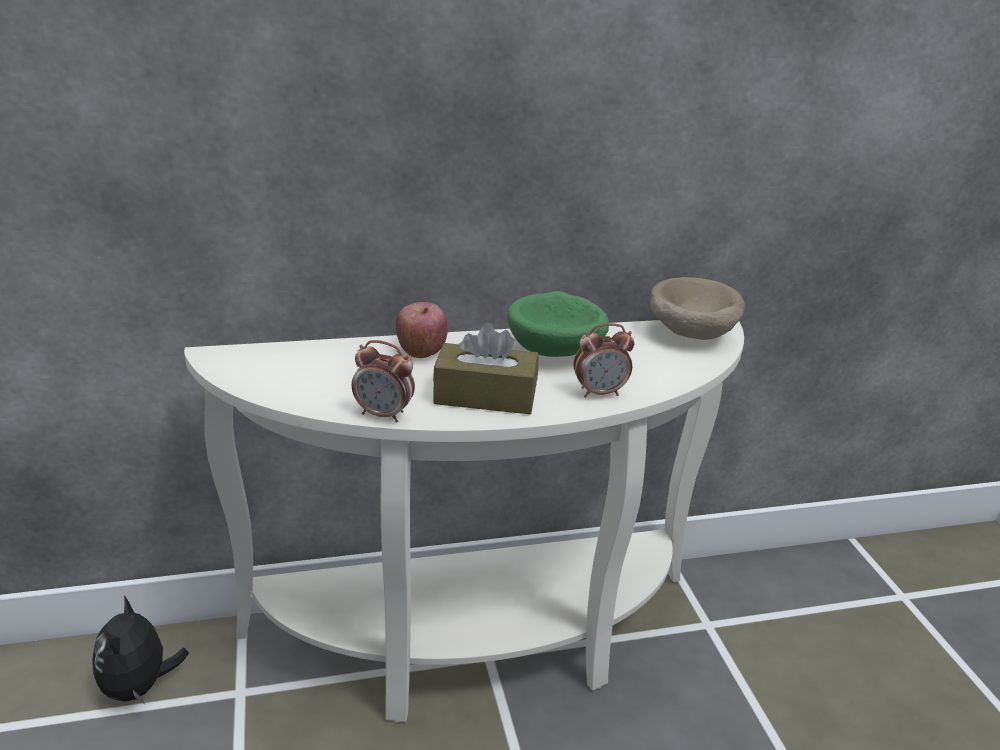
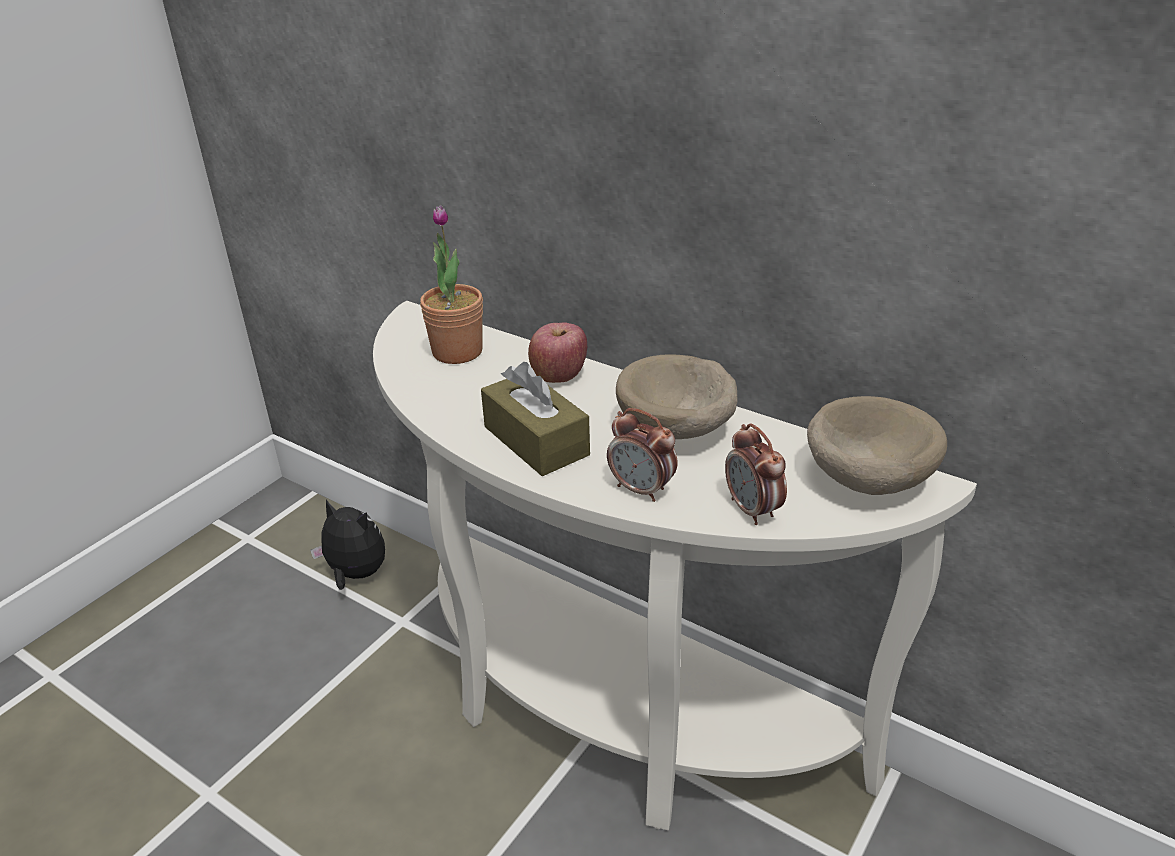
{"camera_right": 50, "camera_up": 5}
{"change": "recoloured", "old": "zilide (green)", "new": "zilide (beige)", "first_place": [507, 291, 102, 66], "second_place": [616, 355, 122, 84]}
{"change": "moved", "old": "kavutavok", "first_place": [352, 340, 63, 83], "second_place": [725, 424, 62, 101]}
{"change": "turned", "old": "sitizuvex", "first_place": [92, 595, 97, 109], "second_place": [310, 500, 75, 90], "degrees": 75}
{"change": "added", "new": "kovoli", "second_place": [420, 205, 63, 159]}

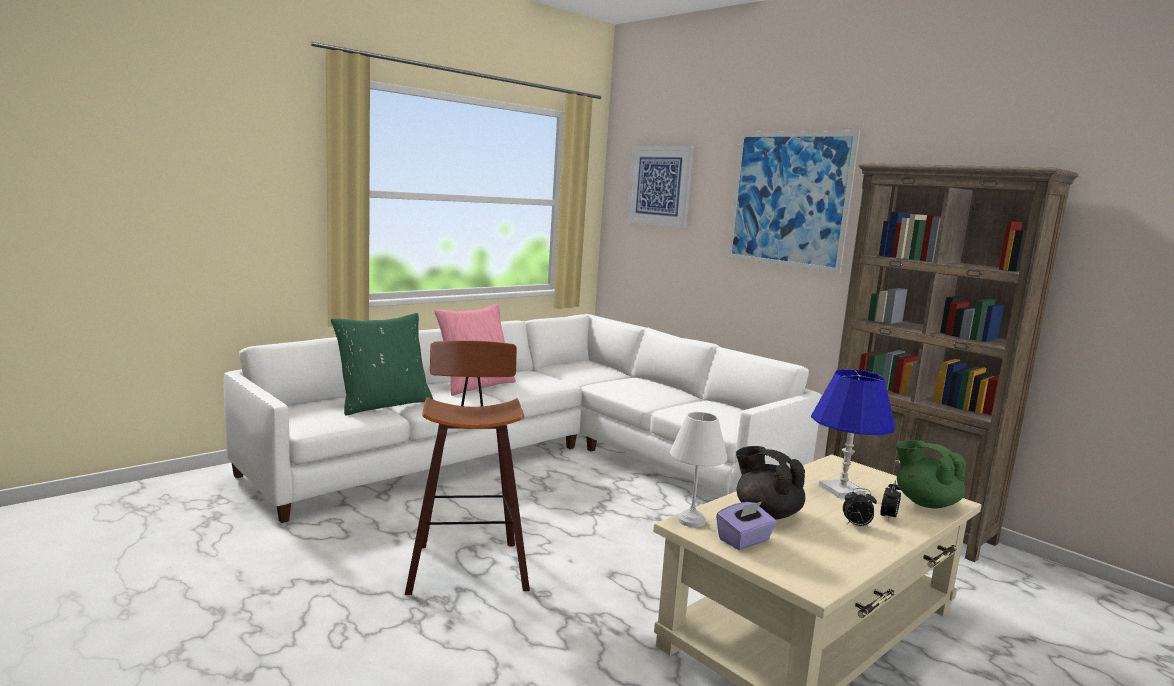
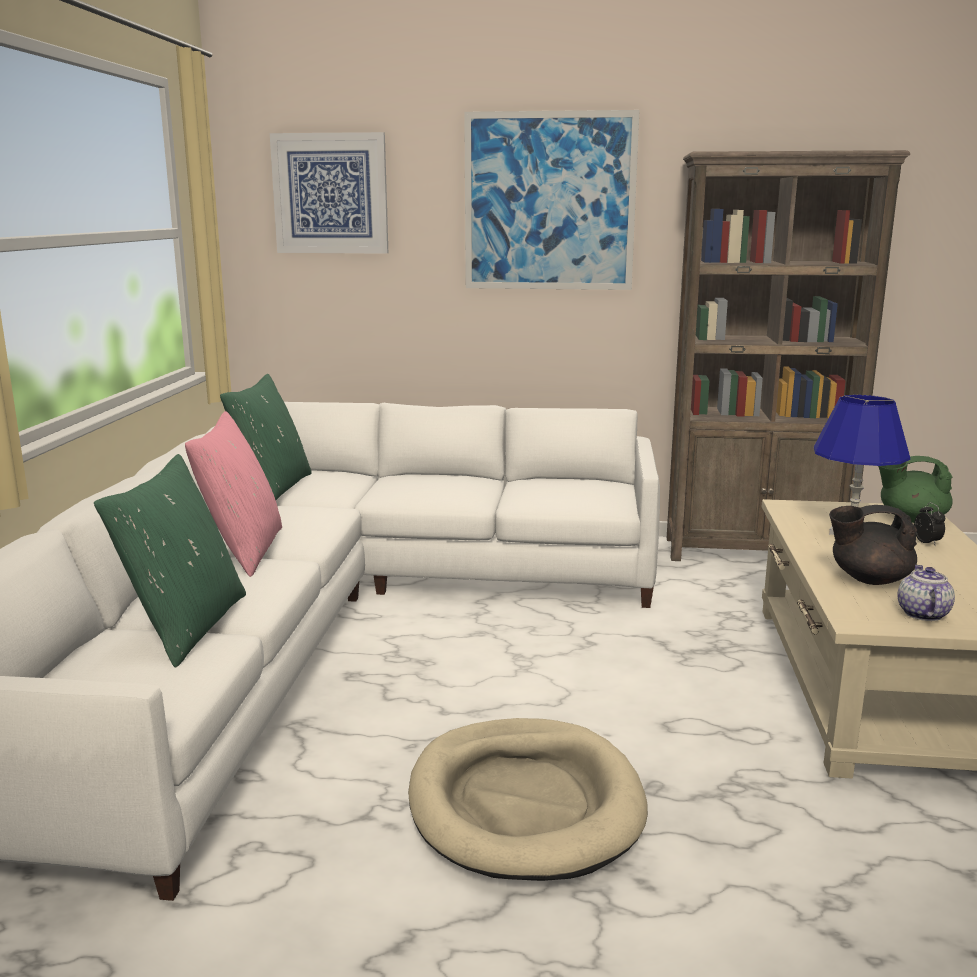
{"camera_right": -40, "camera_up": 5}
{"change": "replaced", "old": "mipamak", "new": "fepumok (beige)", "first_place": [405, 340, 125, 255], "second_place": [408, 718, 240, 163]}
{"change": "removed", "old": "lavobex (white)", "first_place": [670, 412, 57, 115]}
{"change": "removed", "old": "kavutavok", "first_place": [843, 488, 34, 39]}
{"change": "replaced", "old": "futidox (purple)", "new": "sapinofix", "first_place": [716, 502, 61, 48], "second_place": [898, 565, 57, 56]}
{"change": "added", "new": "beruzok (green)", "second_place": [220, 374, 92, 126]}

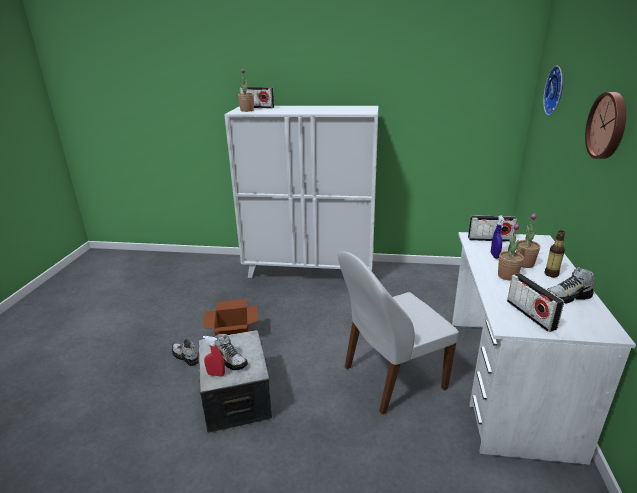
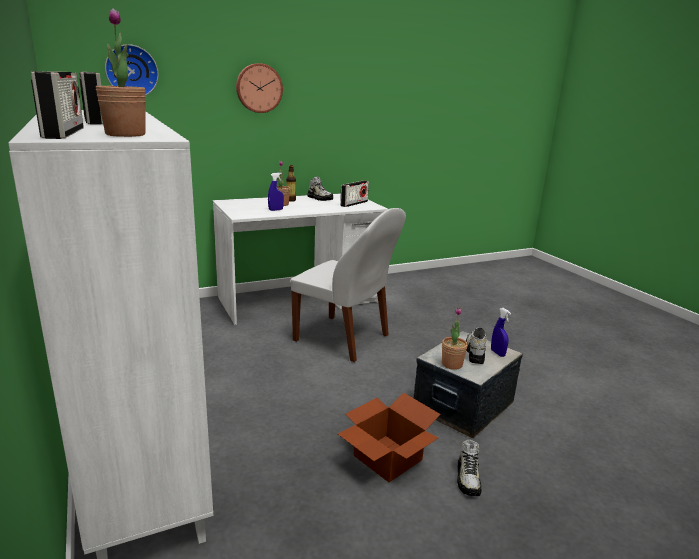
{"camera_right": -125, "camera_up": -5}
{"change": "moved", "old": "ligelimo", "first_place": [468, 215, 49, 27], "second_place": [79, 72, 24, 52]}
{"change": "moved", "old": "kovoli", "first_place": [498, 223, 26, 58], "second_place": [442, 308, 26, 62]}
{"change": "recoloured", "old": "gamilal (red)", "new": "gamilal (blue)", "first_place": [203, 336, 22, 41], "second_place": [491, 308, 20, 49]}

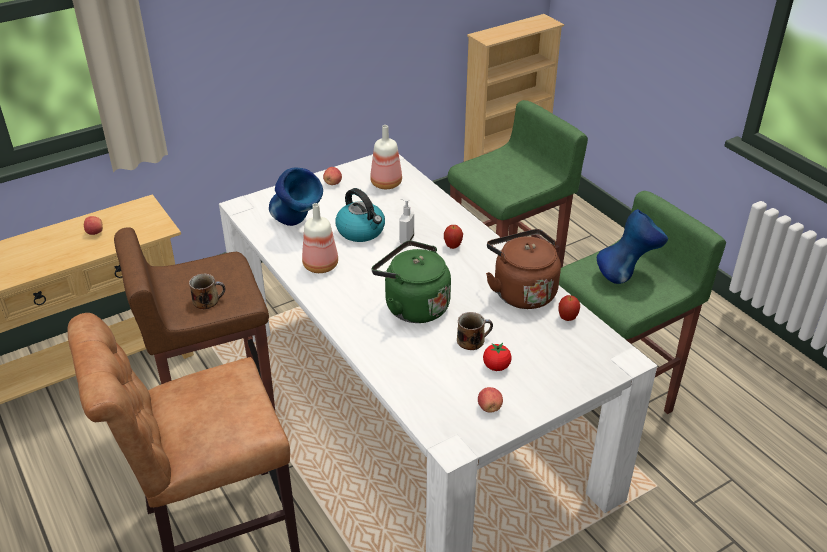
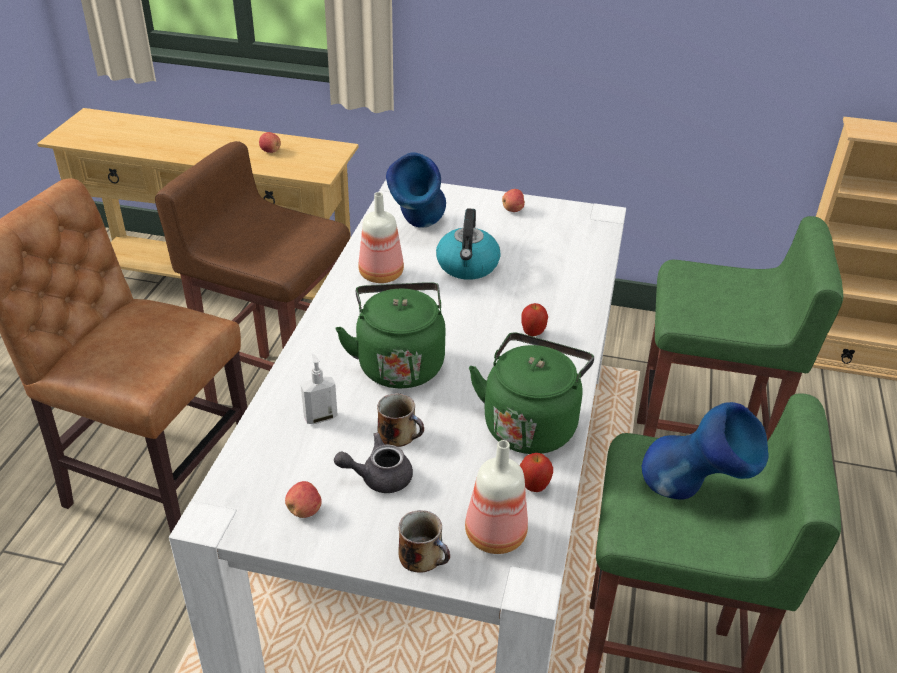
{"camera_right": 45, "camera_up": 0}
{"change": "moved", "old": "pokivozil", "first_place": [370, 125, 32, 64], "second_place": [465, 440, 63, 114]}
{"change": "moved", "old": "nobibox", "first_place": [399, 198, 15, 45], "second_place": [301, 354, 37, 70]}
{"change": "recoloured", "old": "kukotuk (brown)", "new": "kukotuk (green)", "first_place": [486, 229, 75, 80], "second_place": [469, 333, 125, 121]}
{"change": "moved", "old": "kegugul", "first_place": [189, 274, 37, 35], "second_place": [398, 510, 52, 63]}
{"change": "replaced", "old": "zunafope", "new": "sapinofix (grey)", "first_place": [483, 343, 29, 28], "second_place": [334, 433, 79, 60]}

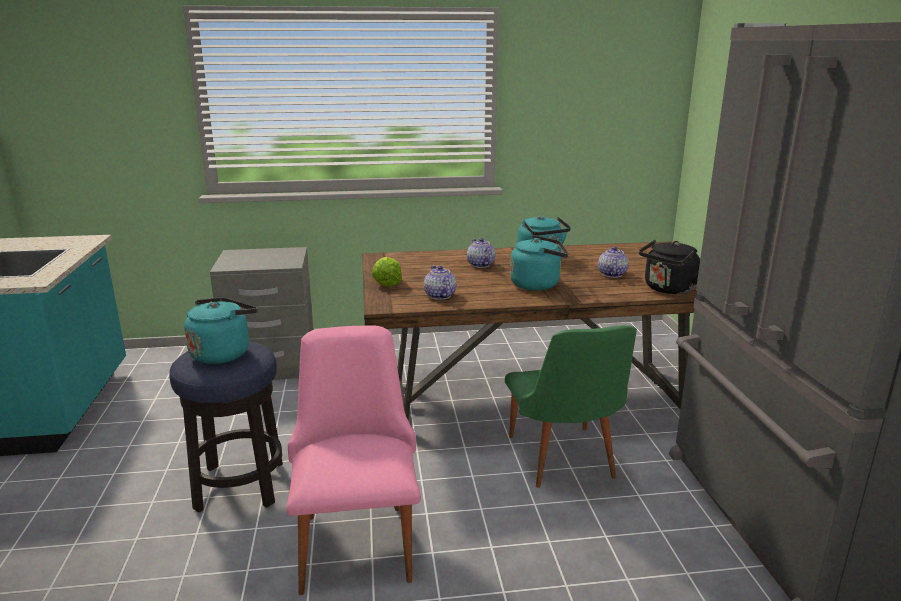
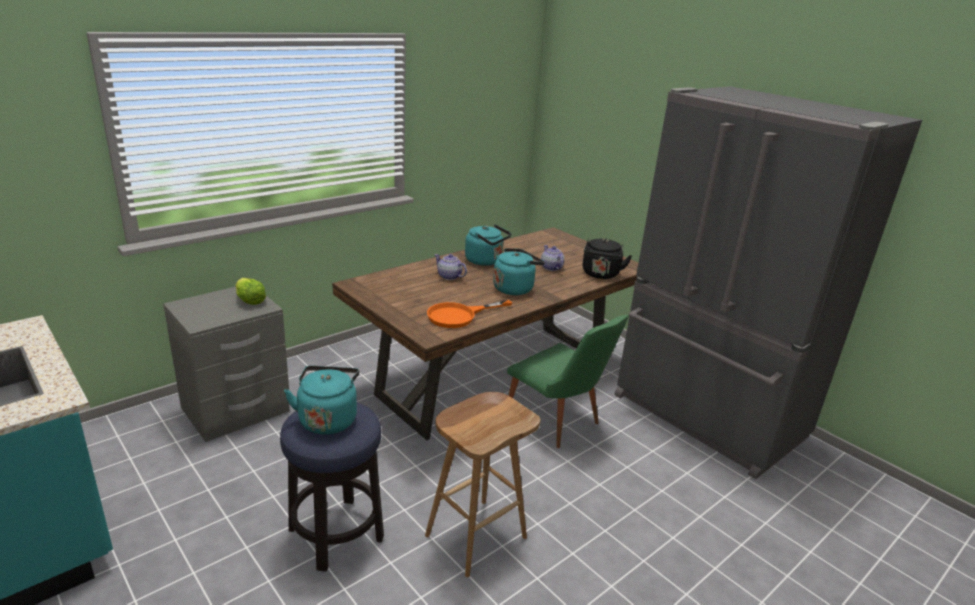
{"camera_right": -35, "camera_up": 5}
{"change": "moved", "old": "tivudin", "first_place": [371, 257, 31, 30], "second_place": [235, 278, 31, 27]}
{"change": "replaced", "old": "sapinofix", "new": "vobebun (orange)", "first_place": [424, 266, 32, 34], "second_place": [427, 300, 85, 28]}
{"change": "replaced", "old": "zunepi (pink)", "new": "mipamak (brown)", "first_place": [286, 326, 135, 269], "second_place": [425, 392, 115, 185]}

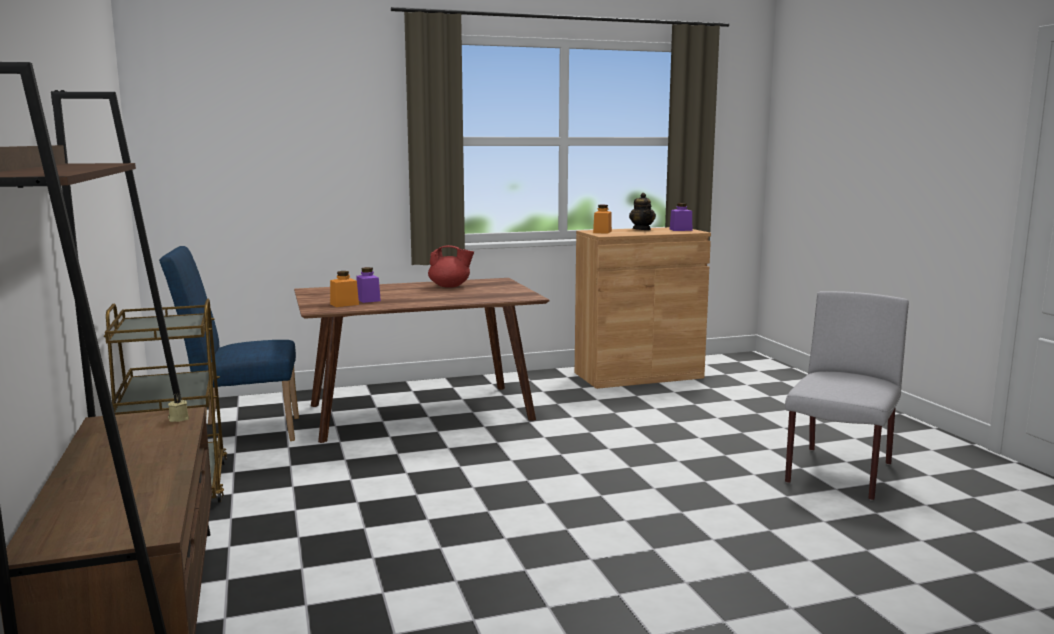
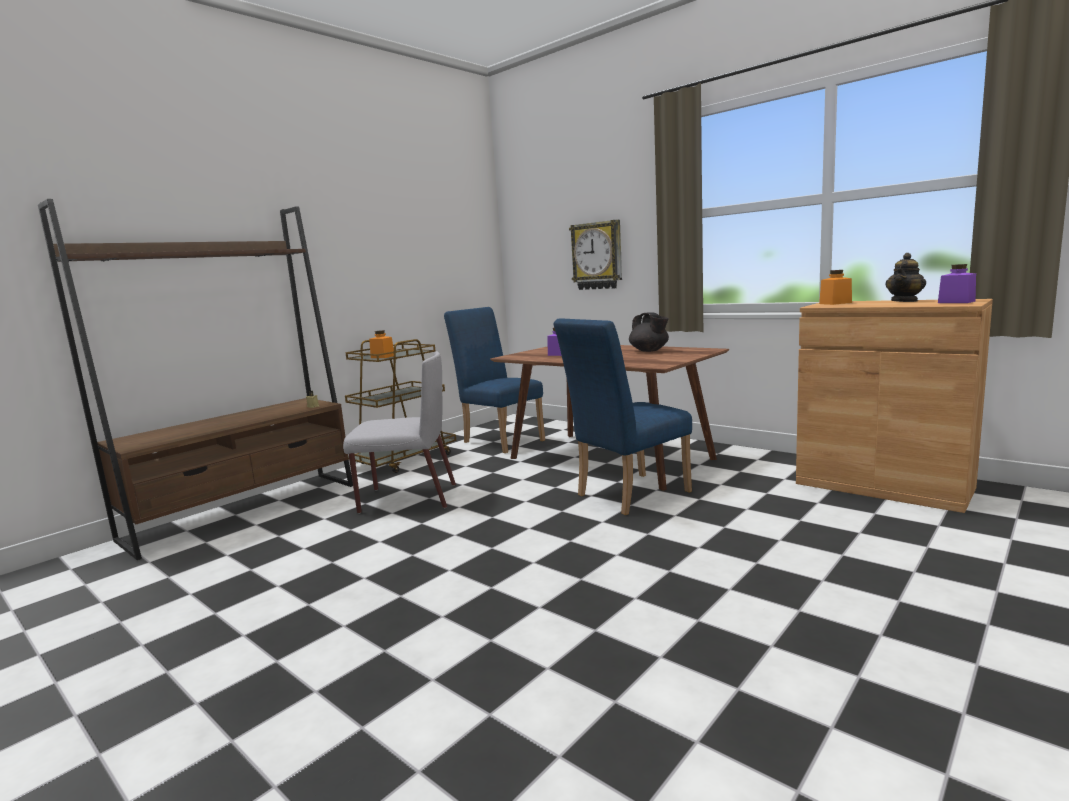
{"camera_right": 60, "camera_up": 0}
{"change": "recoloured", "old": "sapinofix (red)", "new": "sapinofix (black)", "first_place": [428, 245, 46, 42], "second_place": [629, 312, 40, 40]}
{"change": "moved", "old": "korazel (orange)", "first_place": [330, 271, 29, 36], "second_place": [369, 330, 25, 28]}
{"change": "moved", "old": "zunepi (grey)", "first_place": [785, 291, 124, 210], "second_place": [343, 351, 113, 163]}
{"change": "added", "new": "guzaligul", "second_place": [569, 220, 53, 70]}
{"change": "added", "new": "zunepi (blue)", "second_place": [554, 318, 138, 197]}

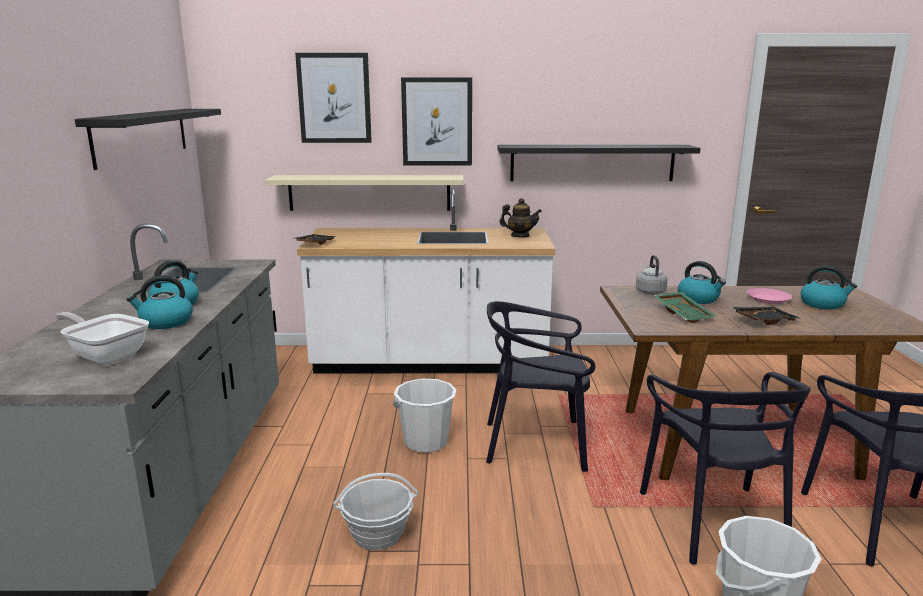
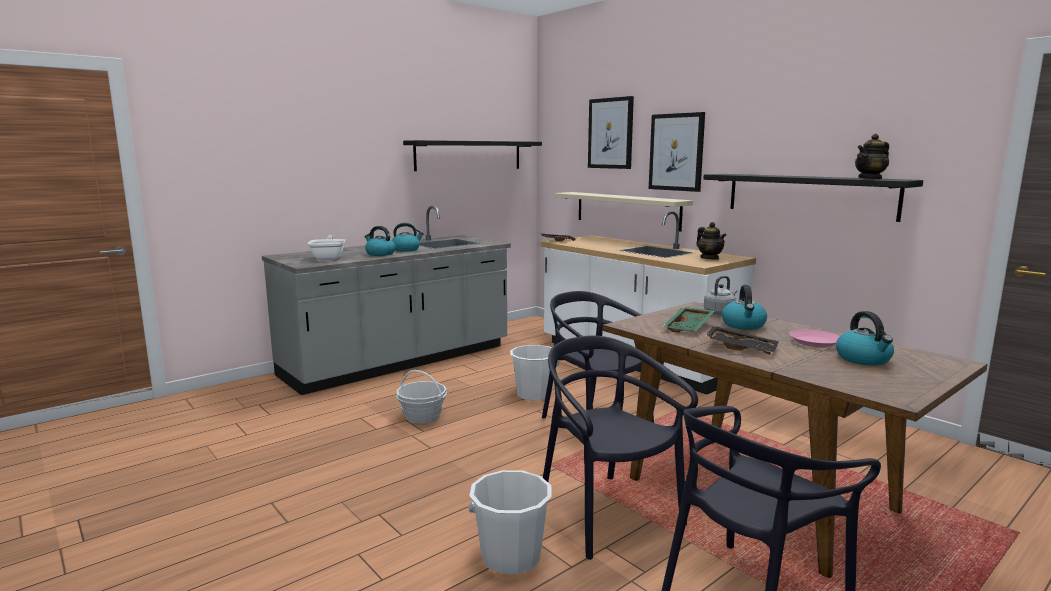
{"camera_right": 50, "camera_up": -5}
{"change": "turned", "old": "zunepi (black)", "first_place": [640, 372, 171, 193], "second_place": [543, 335, 155, 225], "degrees": 105}
{"change": "added", "new": "sapinofix", "second_place": [855, 134, 34, 45]}

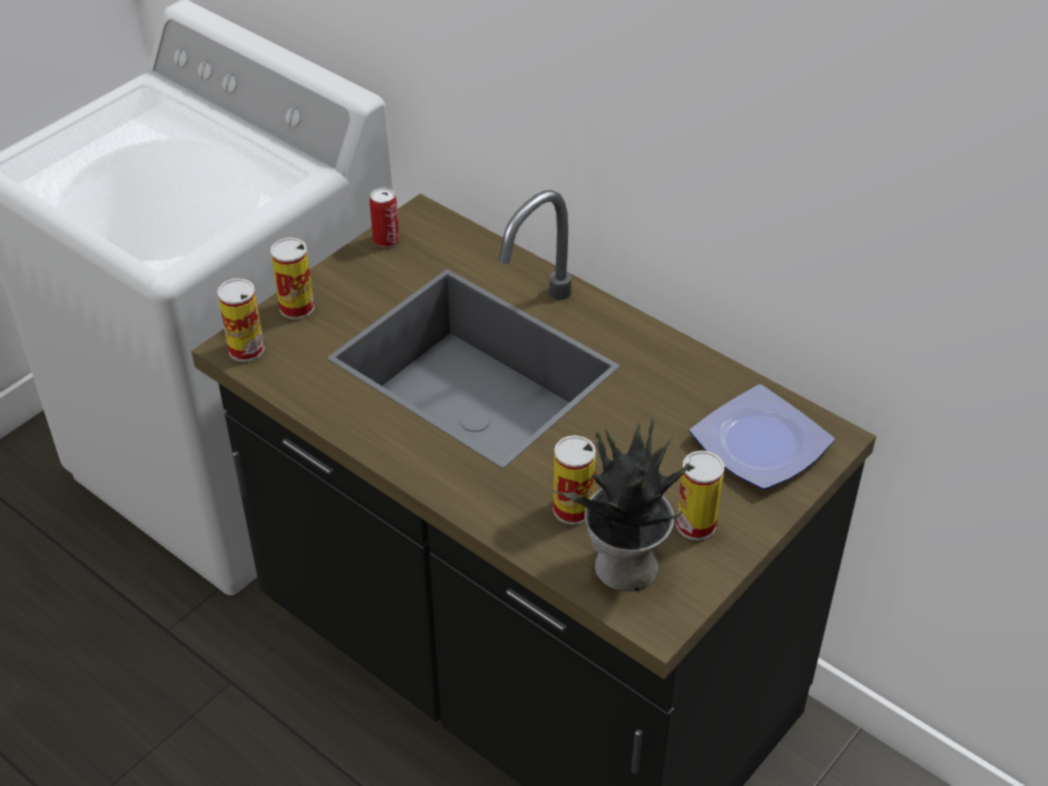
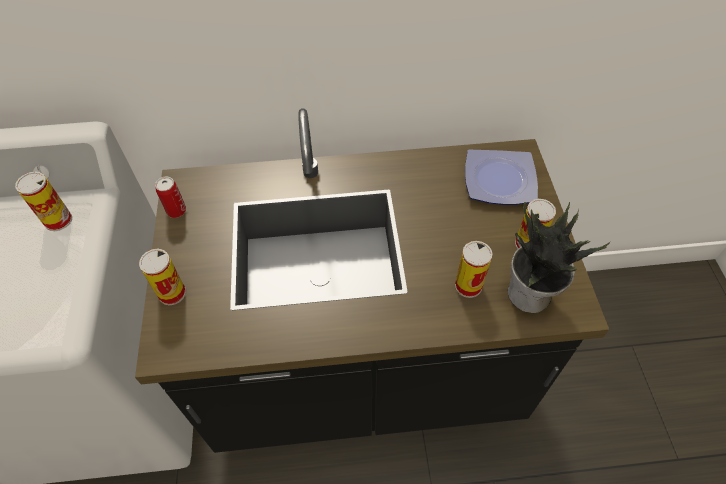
{"camera_right": -45, "camera_up": 10}
{"change": "moved", "old": "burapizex", "first_place": [217, 278, 48, 84], "second_place": [15, 171, 57, 60]}

